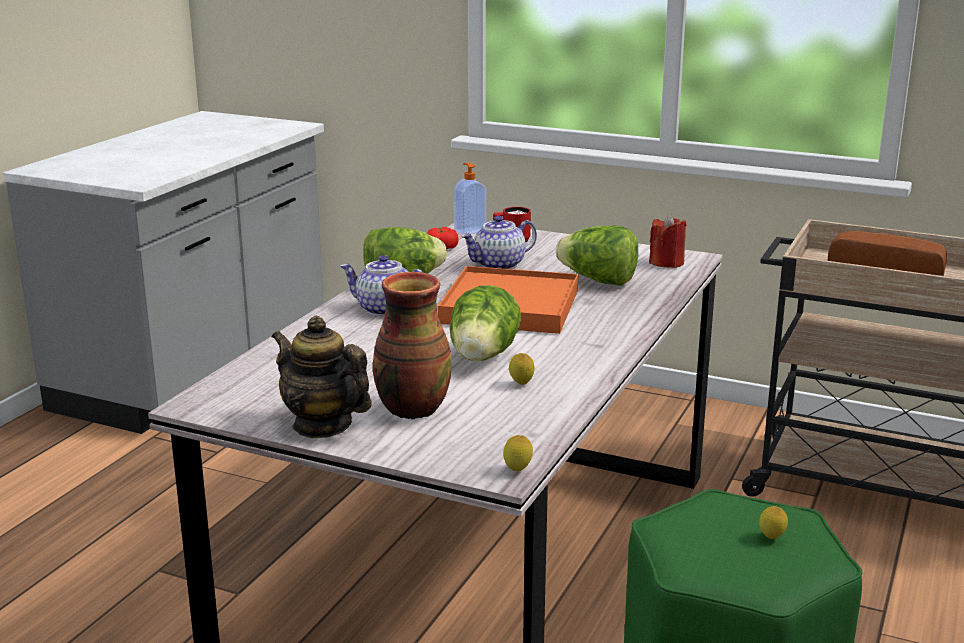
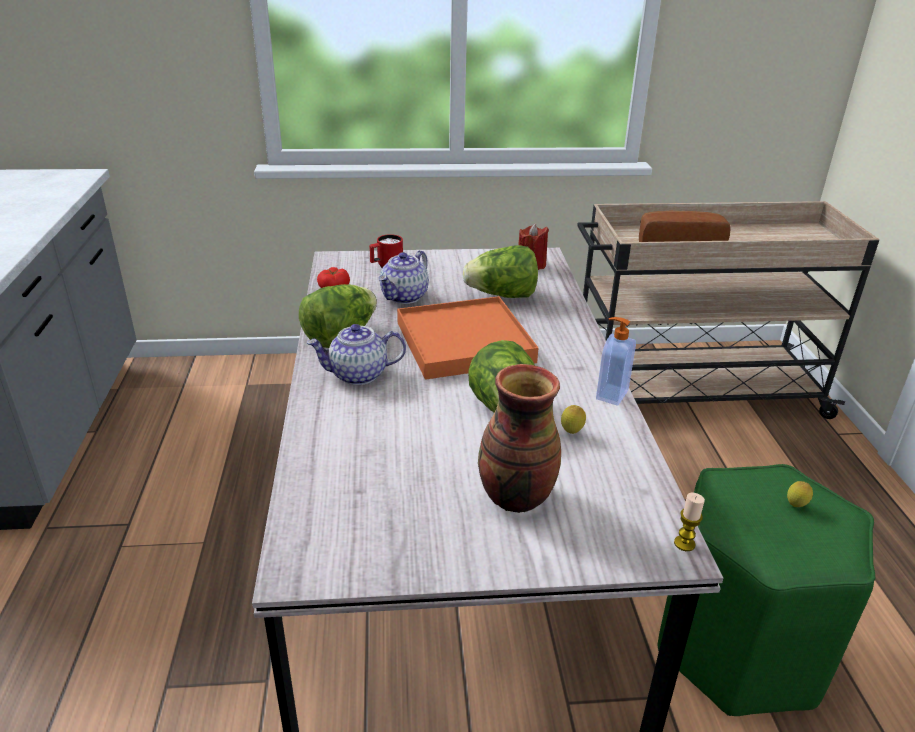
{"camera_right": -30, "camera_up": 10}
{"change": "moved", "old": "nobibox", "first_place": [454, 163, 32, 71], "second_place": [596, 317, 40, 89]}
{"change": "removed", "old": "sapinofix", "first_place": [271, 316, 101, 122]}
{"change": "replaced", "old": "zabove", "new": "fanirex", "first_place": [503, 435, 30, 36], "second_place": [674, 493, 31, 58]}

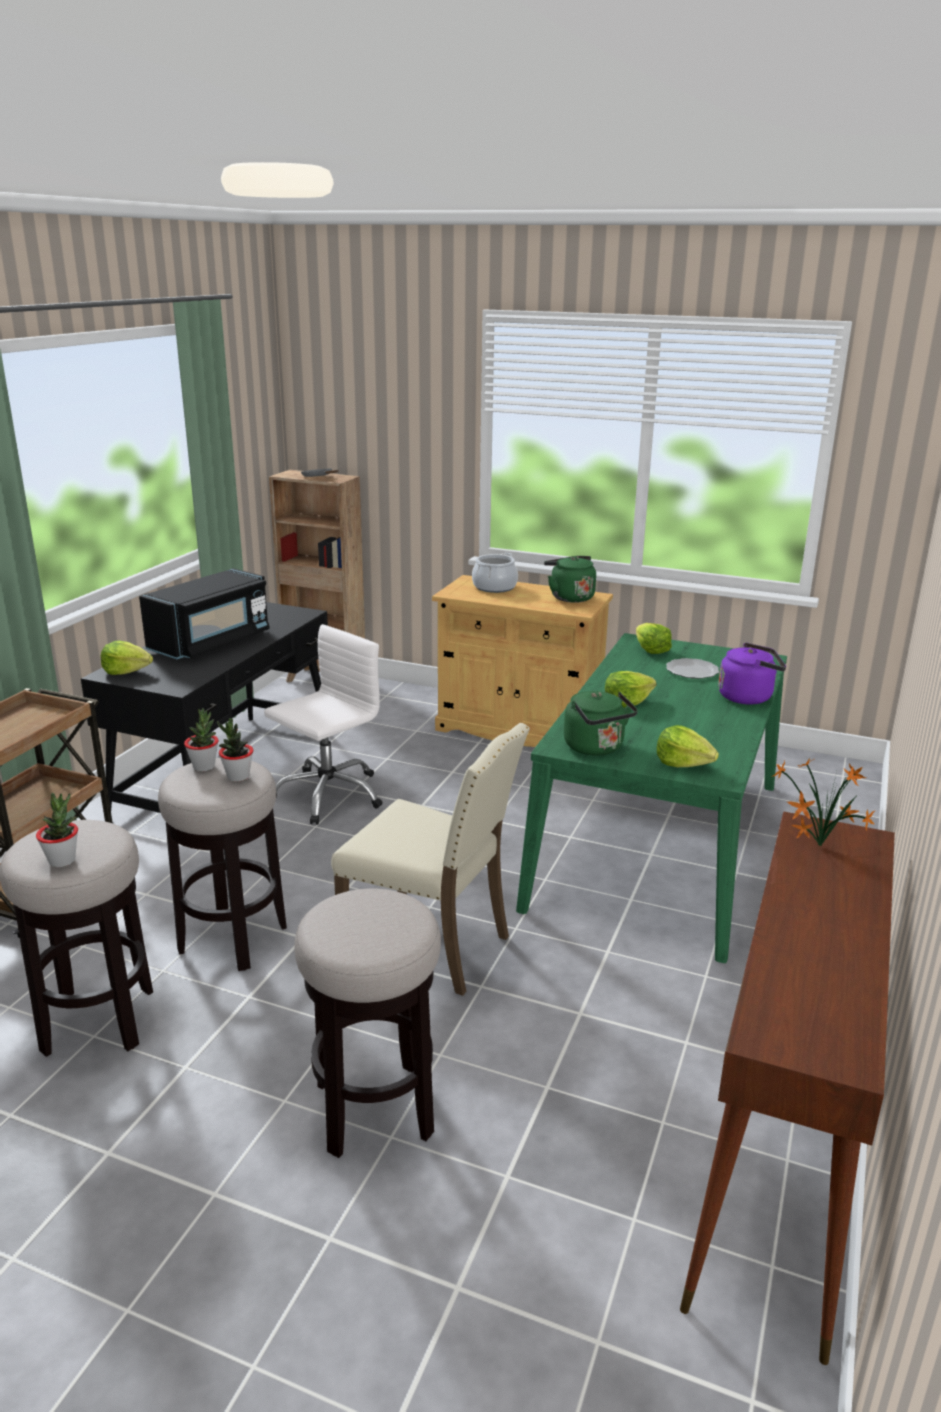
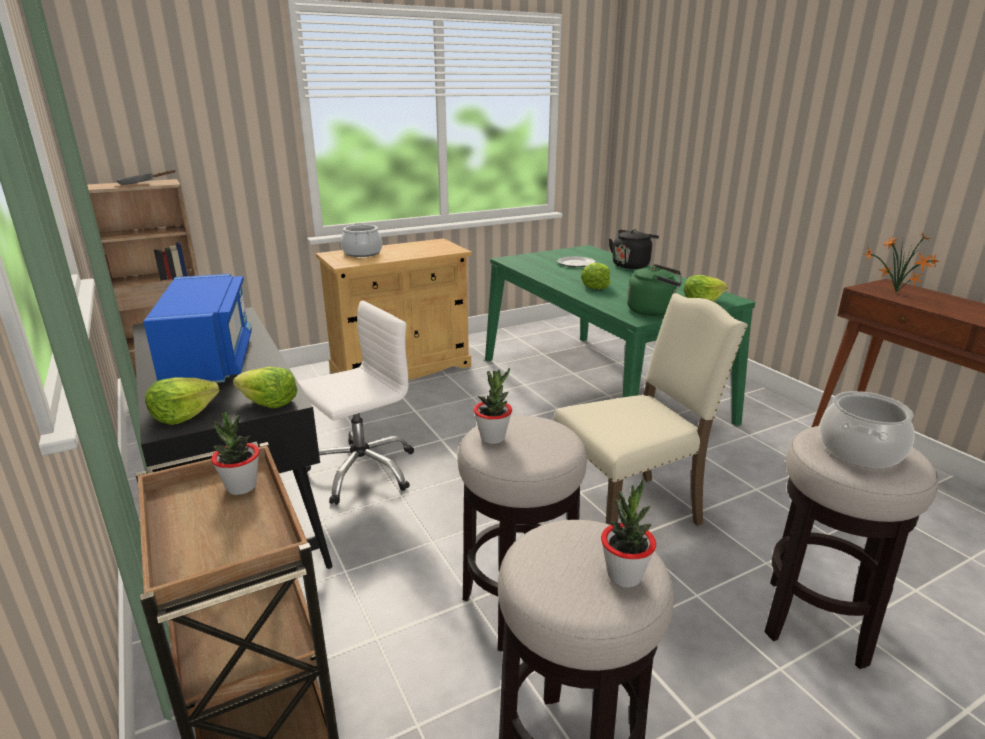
{"camera_right": -50, "camera_up": 0}
{"change": "removed", "old": "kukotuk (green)", "first_place": [544, 556, 52, 47]}
{"change": "recoloured", "old": "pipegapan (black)", "new": "pipegapan (blue)", "first_place": [139, 568, 131, 91], "second_place": [143, 274, 109, 109]}
{"change": "moved", "old": "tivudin", "first_place": [636, 623, 36, 31], "second_place": [233, 367, 64, 41]}
{"change": "turned", "old": "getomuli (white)", "first_place": [264, 624, 119, 201], "second_place": [298, 301, 116, 204], "degrees": 60}
{"change": "recoloured", "old": "kukotuk (purple)", "new": "kukotuk (black)", "first_place": [718, 643, 68, 62], "second_place": [609, 229, 50, 40]}
{"change": "moved", "old": "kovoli", "first_place": [217, 718, 36, 64], "second_place": [211, 412, 49, 83]}
{"change": "added", "new": "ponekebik", "second_place": [820, 391, 94, 77]}

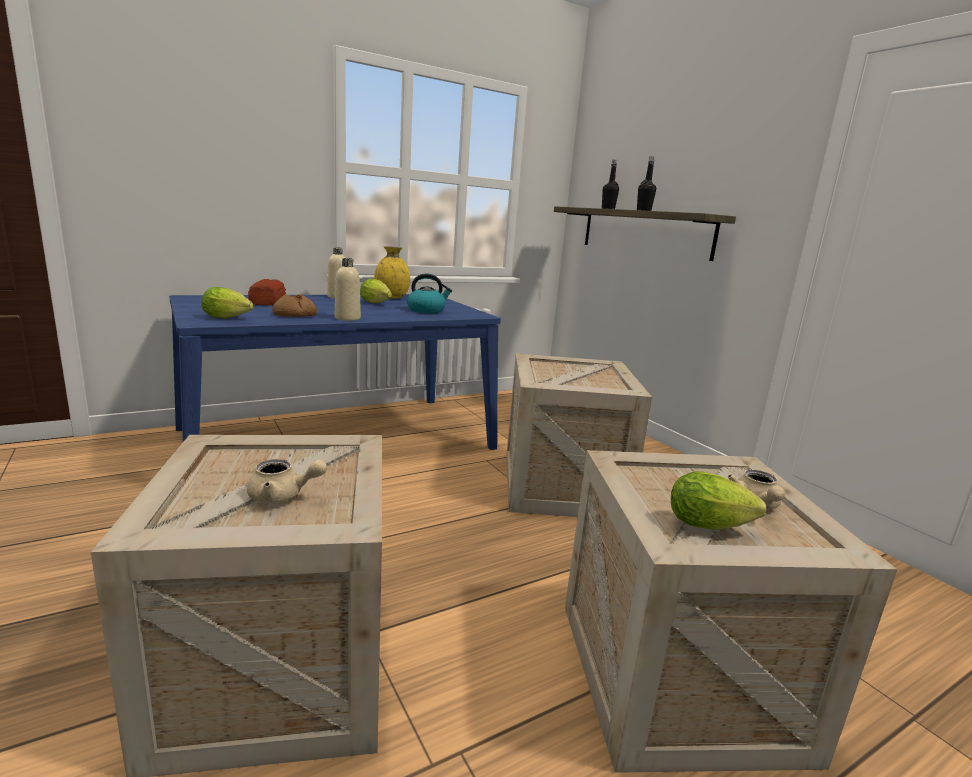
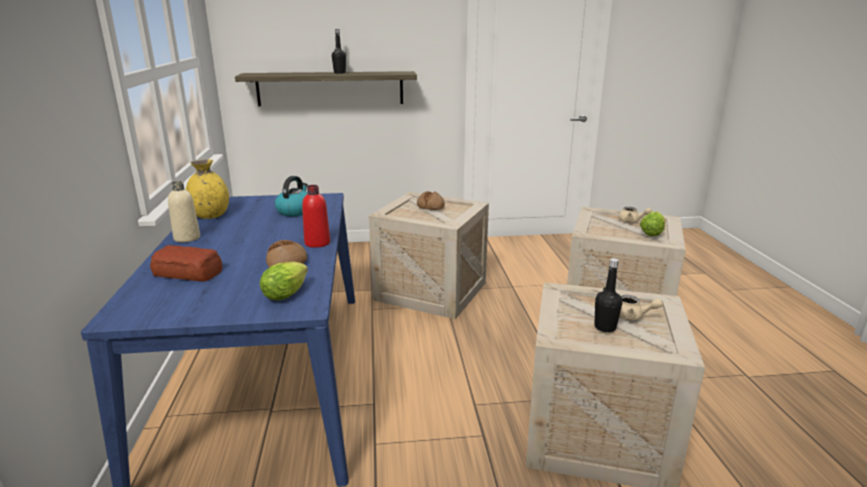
{"camera_right": -65, "camera_up": 5}
{"change": "moved", "old": "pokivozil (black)", "first_place": [602, 160, 17, 49], "second_place": [594, 258, 29, 74]}
{"change": "recoloured", "old": "pokivozil (beige)", "new": "pokivozil (red)", "first_place": [335, 258, 26, 63], "second_place": [302, 185, 28, 63]}
{"change": "removed", "old": "tivudin", "first_place": [360, 278, 32, 25]}
{"change": "turned", "old": "sapinofix (beige)", "first_place": [247, 459, 80, 44], "second_place": [619, 295, 44, 25], "degrees": 90}
{"change": "added", "new": "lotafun", "second_place": [417, 191, 28, 19]}

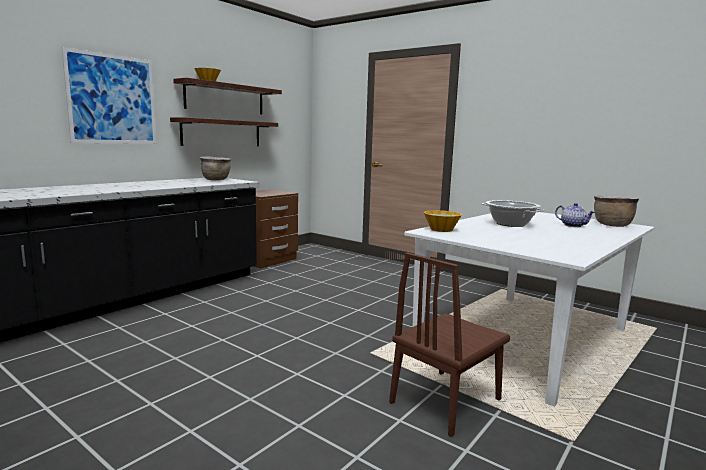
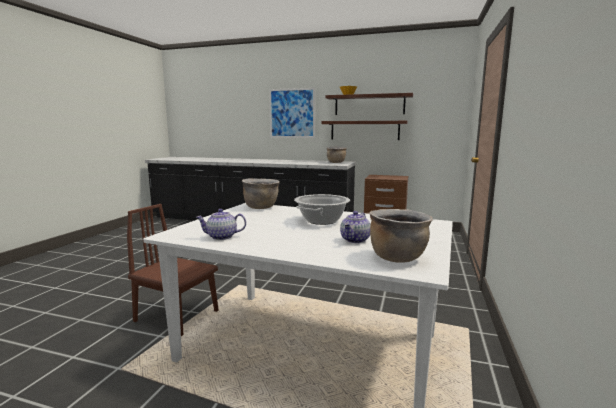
{"camera_right": 70, "camera_up": 0}
{"change": "replaced", "old": "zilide", "new": "ponekebik (brown)", "first_place": [424, 210, 38, 22], "second_place": [242, 178, 38, 31]}
{"change": "added", "new": "sapinofix", "second_place": [196, 209, 50, 31]}

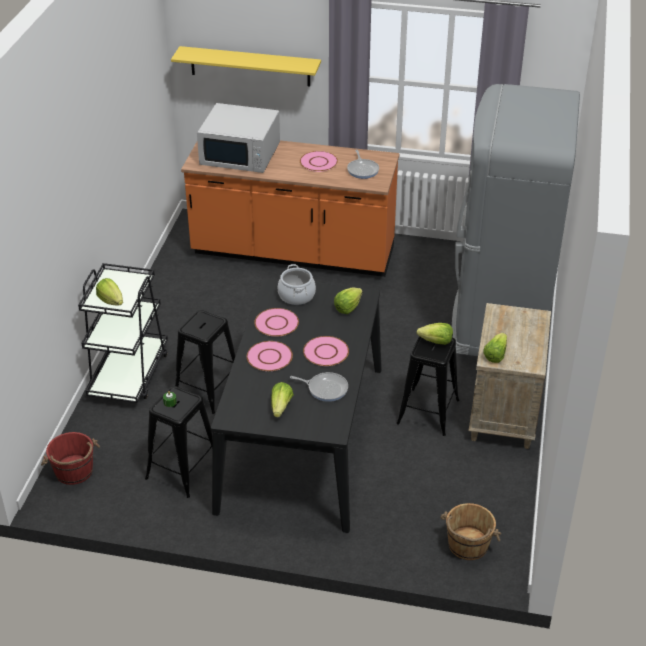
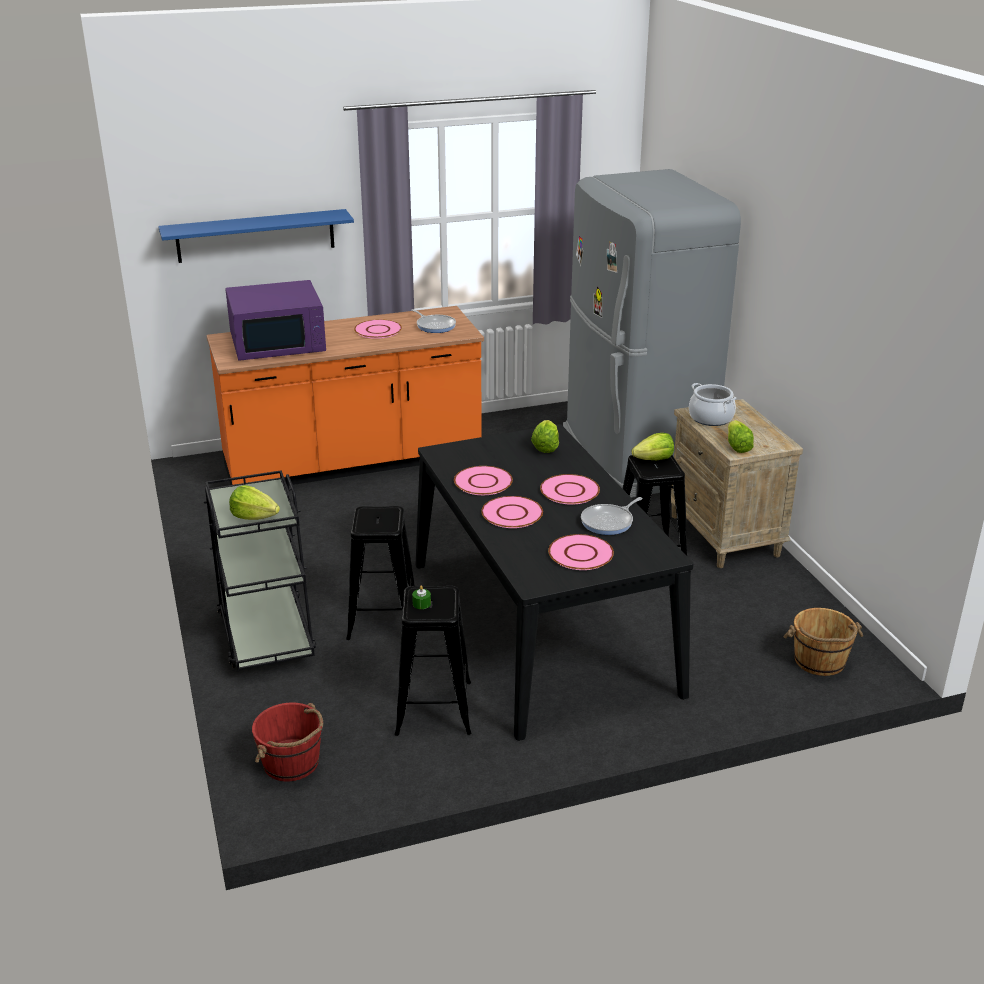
{"camera_right": -30, "camera_up": -10}
{"change": "recoloured", "old": "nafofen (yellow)", "new": "nafofen (blue)", "first_place": [171, 46, 150, 40], "second_place": [158, 209, 196, 54]}
{"change": "recoloured", "old": "pipegapan (white)", "new": "pipegapan (purple)", "first_place": [197, 103, 83, 70], "second_place": [225, 280, 101, 81]}
{"change": "moved", "old": "ponekebik", "first_place": [278, 264, 38, 41], "second_place": [689, 383, 47, 43]}
{"change": "turned", "old": "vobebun", "first_place": [290, 372, 58, 30], "second_place": [581, 497, 62, 38], "degrees": 150}
{"change": "replaced", "old": "tivudin", "new": "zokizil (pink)", "first_place": [271, 382, 23, 36], "second_place": [548, 534, 66, 36]}

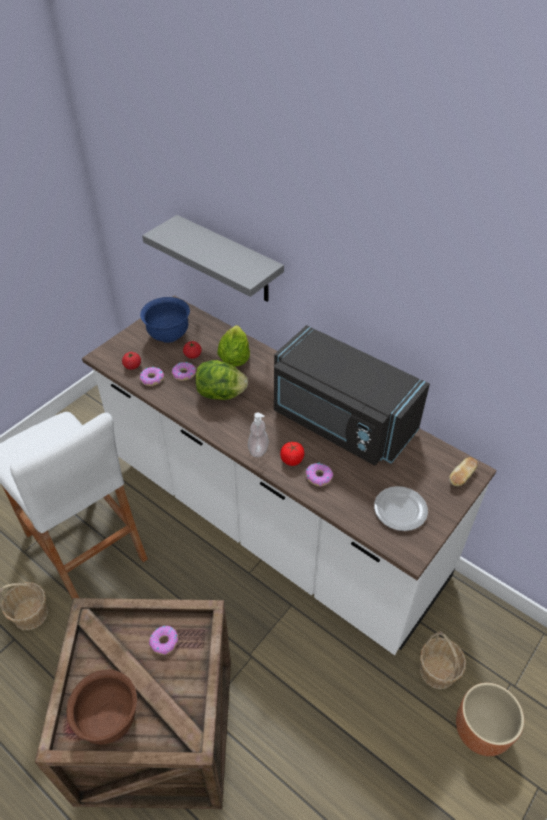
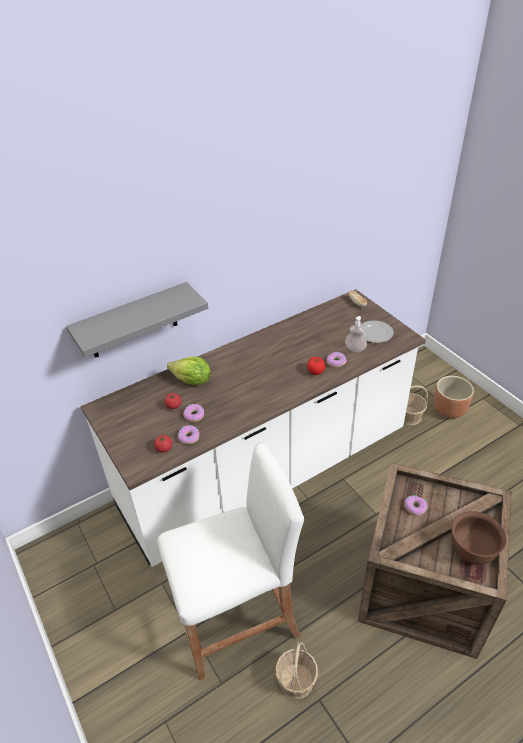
{"camera_right": -70, "camera_up": -5}
{"change": "removed", "old": "zilide (blue)", "first_place": [140, 297, 50, 46]}
{"change": "removed", "old": "pipegapan (black)", "first_place": [274, 325, 156, 141]}
{"change": "removed", "old": "tivudin", "first_place": [195, 360, 53, 40]}
{"change": "moved", "old": "nobibox", "first_place": [248, 412, 21, 45], "second_place": [345, 316, 22, 36]}

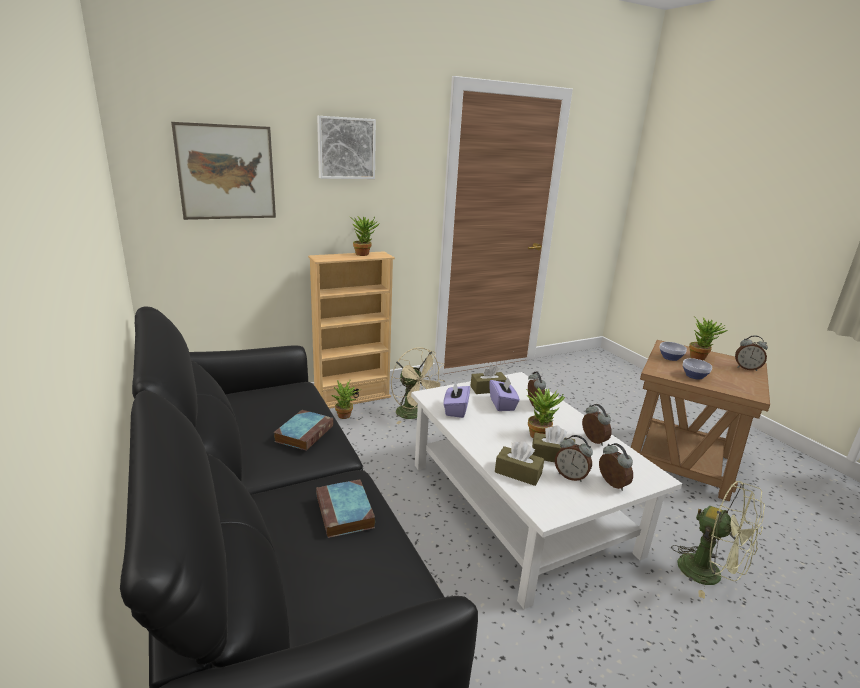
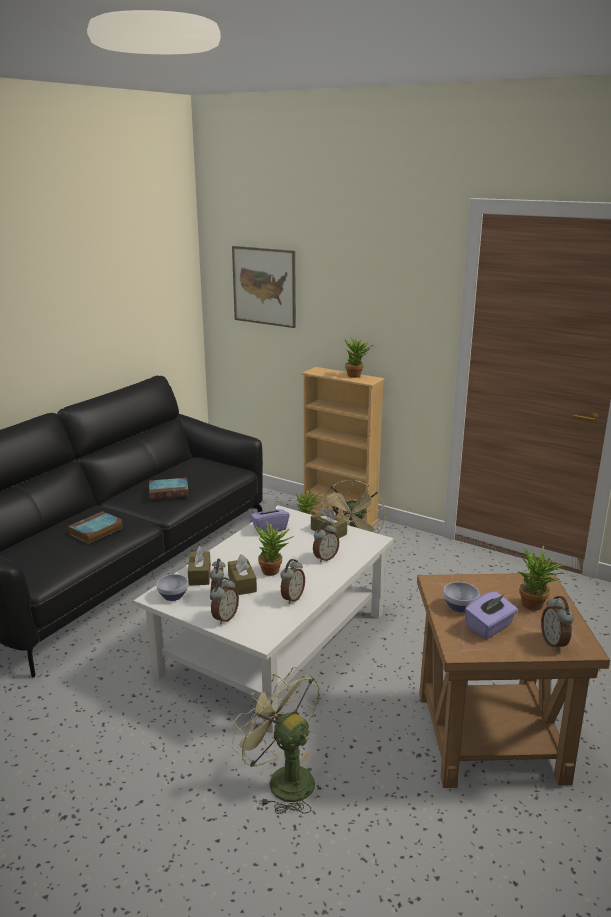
{"camera_right": 60, "camera_up": 0}
{"change": "removed", "old": "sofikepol", "first_place": [317, 116, 59, 63]}
{"change": "moved", "old": "zilide", "first_place": [660, 342, 27, 19], "second_place": [157, 574, 31, 27]}
{"change": "moved", "old": "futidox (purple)", "first_place": [489, 377, 31, 34], "second_place": [465, 591, 53, 48]}
{"change": "turned", "old": "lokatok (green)", "first_place": [671, 481, 94, 118], "second_place": [231, 667, 89, 147], "degrees": 120}

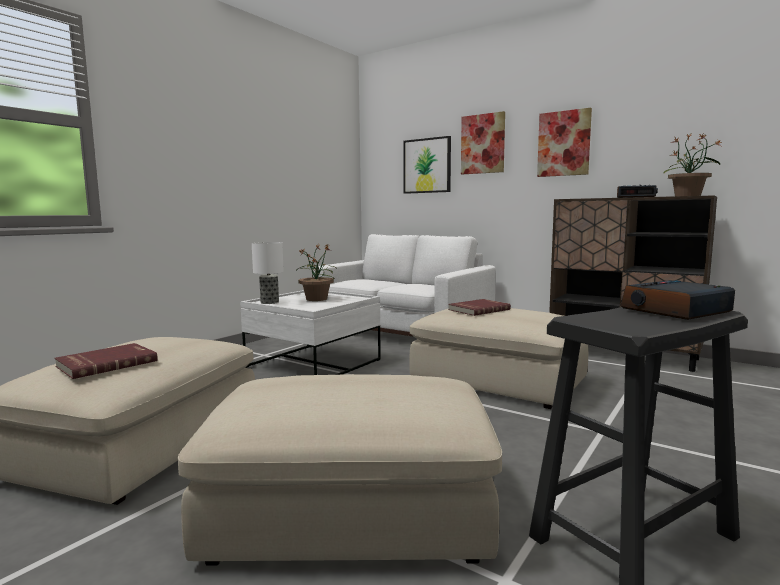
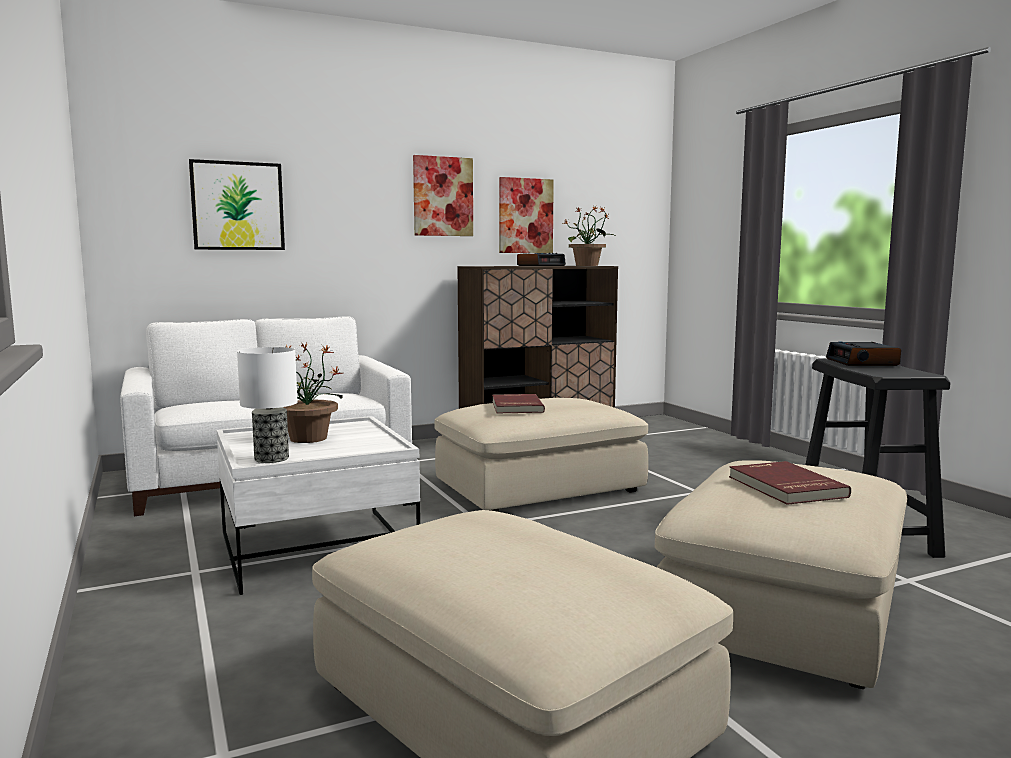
{"camera_right": -60, "camera_up": 0}
{"change": "moved", "old": "sofikepol", "first_place": [461, 111, 44, 63], "second_place": [499, 177, 55, 76]}
{"change": "moved", "old": "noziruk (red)", "first_place": [54, 343, 104, 36], "second_place": [729, 461, 122, 44]}

